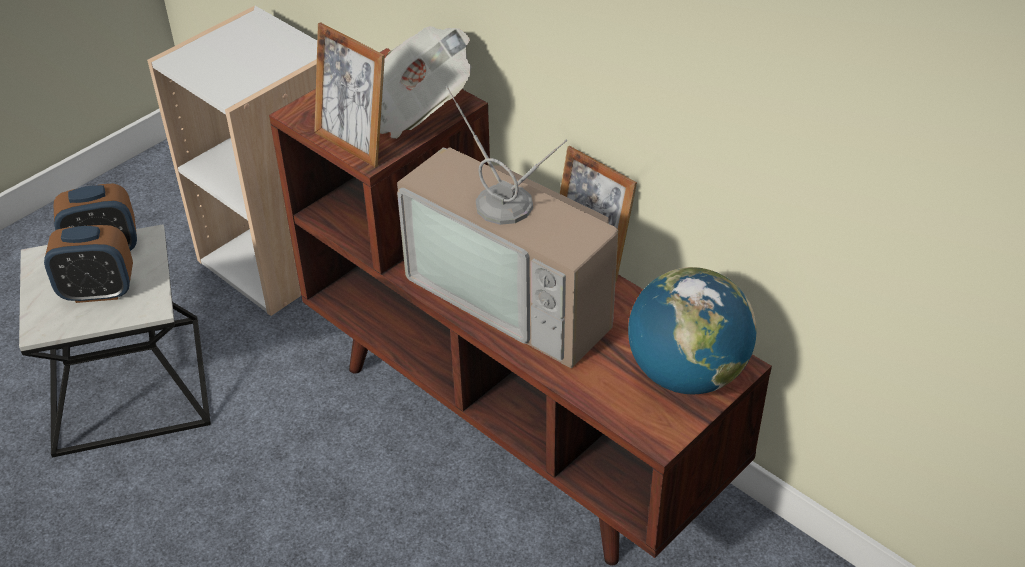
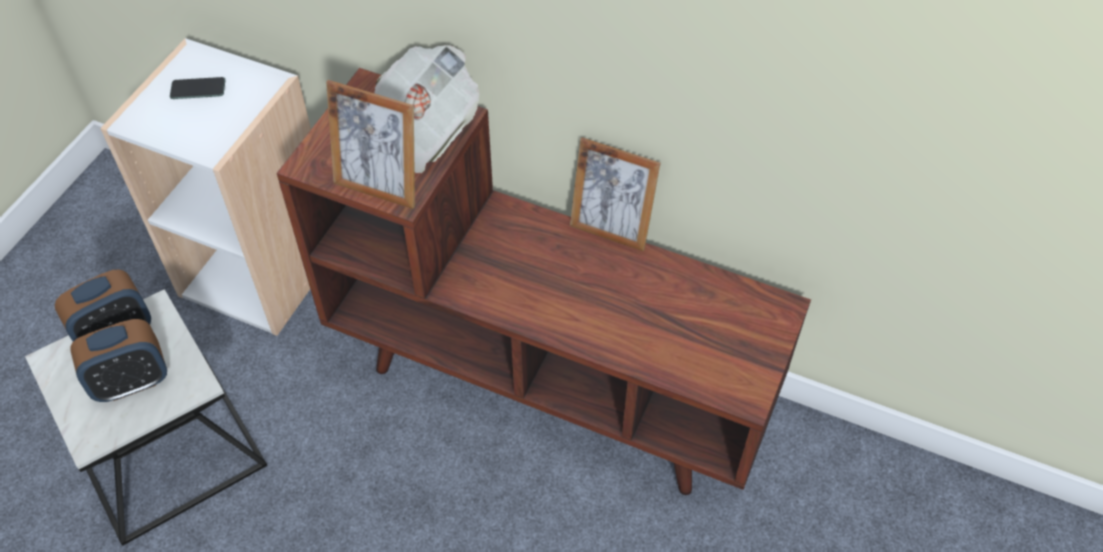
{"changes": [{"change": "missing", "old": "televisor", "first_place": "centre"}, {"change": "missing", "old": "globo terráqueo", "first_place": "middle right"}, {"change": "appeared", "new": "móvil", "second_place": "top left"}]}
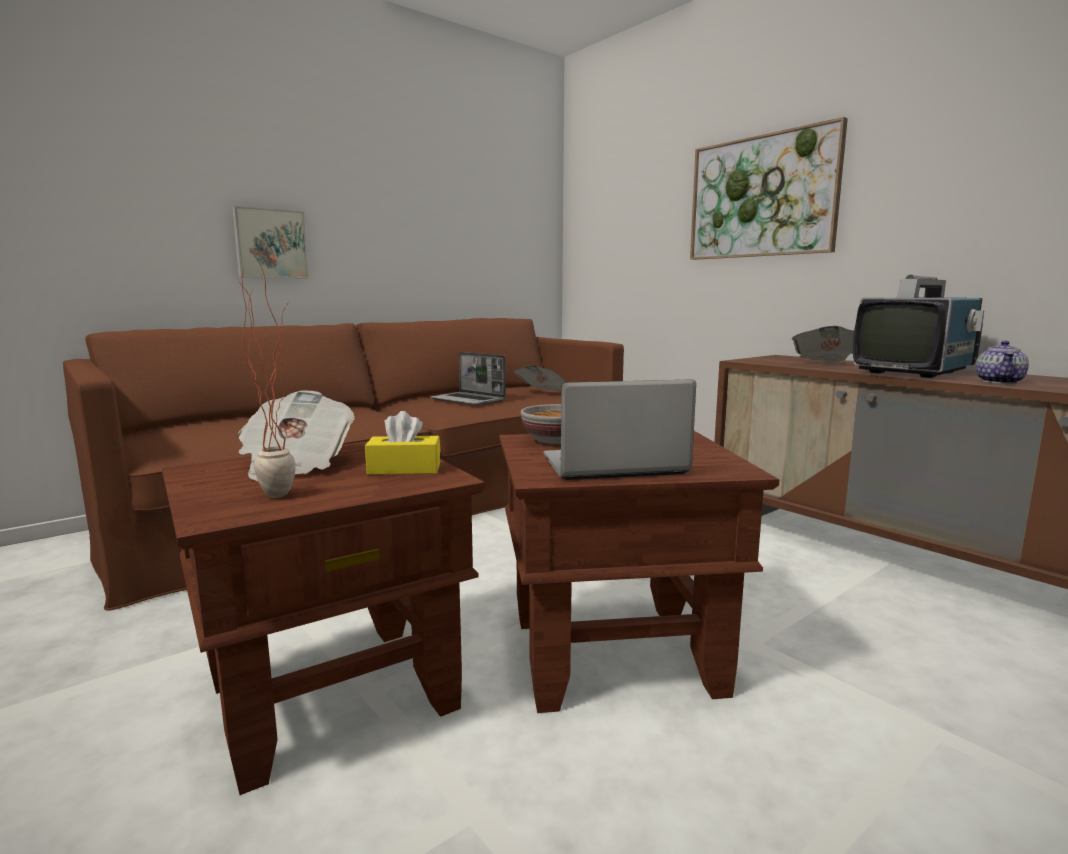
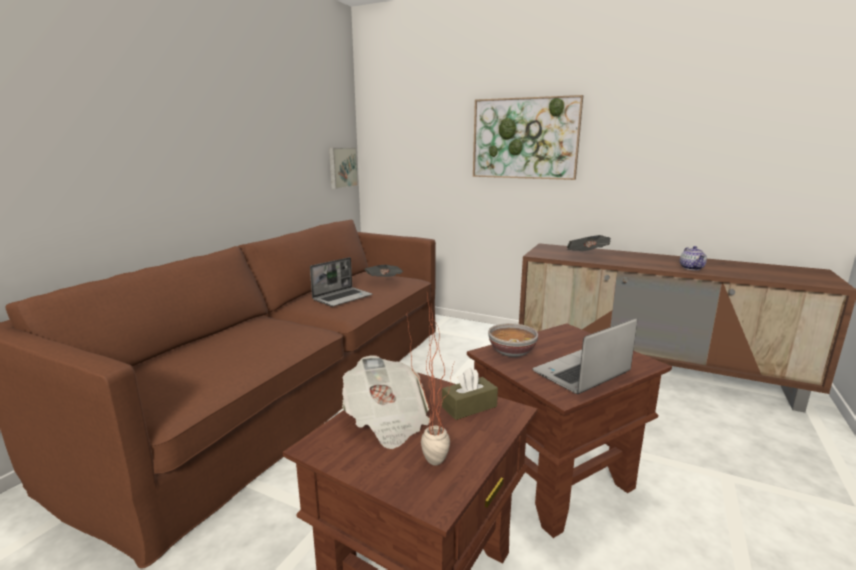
{"changes": [{"change": "relocated", "old": "cuadro (no. 1 from left)", "first_place": "top left", "second_place": "top centre"}, {"change": "missing", "old": "televisor", "first_place": "middle right"}, {"change": "spun", "old": "portátil (no. 1 from left)", "first_place": "centre", "second_place": "centre", "degrees": -60}, {"change": "colour", "old": "caja de pañuelos (amarillo)", "new": "caja de pañuelos (marrón)", "first_place": "centre", "second_place": "bottom centre"}]}
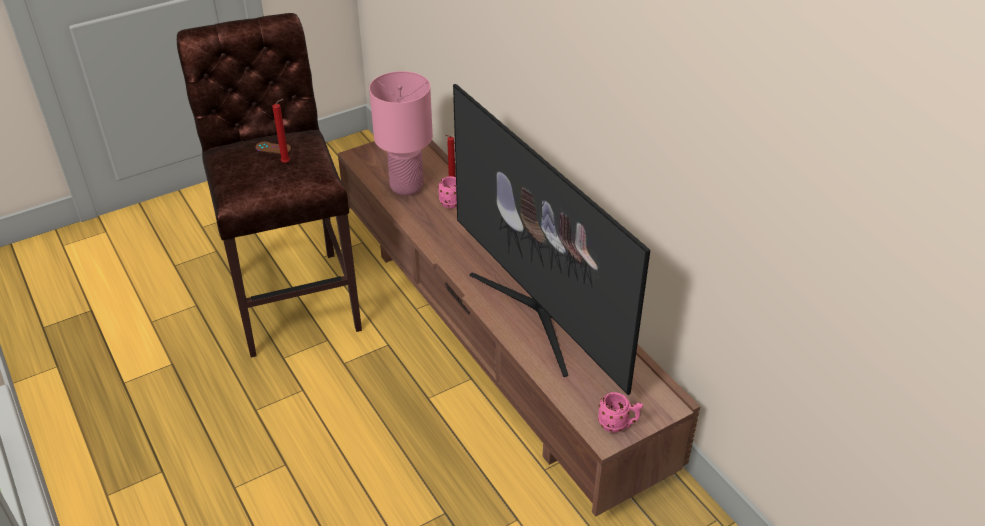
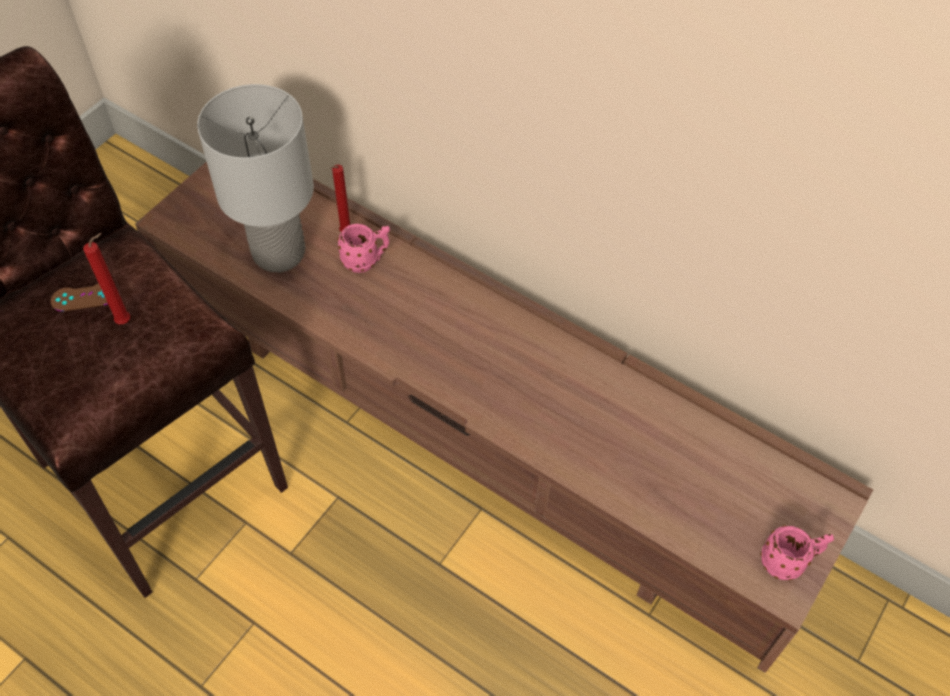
{"changes": [{"change": "colour", "old": "lámpara de mesa (rosa)", "new": "lámpara de mesa (gris)", "first_place": "top centre", "second_place": "top left"}, {"change": "missing", "old": "televisor", "first_place": "centre"}]}
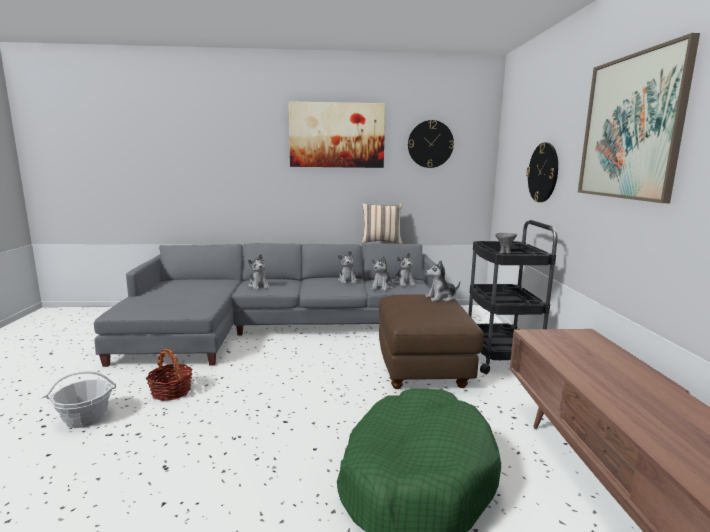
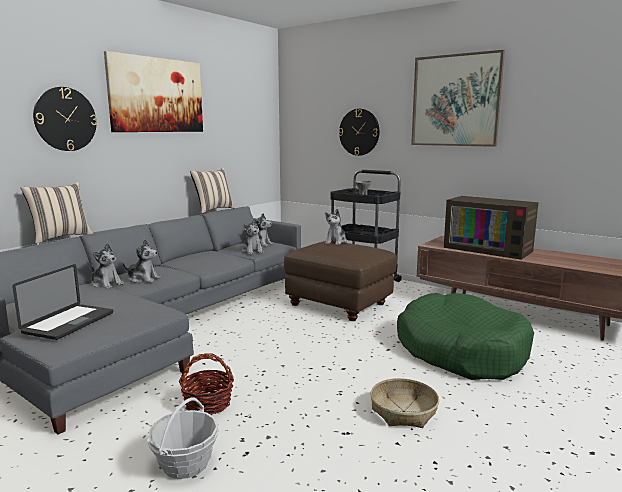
{"changes": [{"change": "relocated", "old": "reloj de pared (no. 1 from left)", "first_place": "top centre", "second_place": "top left"}, {"change": "relocated", "old": "peluche (no. 2 from left in the first image)", "new": "peluche (no. 1 from left)", "first_place": "centre", "second_place": "middle left"}, {"change": "appeared", "new": "cojín (beis) (no. 1 from left)", "second_place": "middle left"}, {"change": "appeared", "new": "televisor", "second_place": "middle right"}, {"change": "appeared", "new": "portátil", "second_place": "middle left"}, {"change": "appeared", "new": "cesta (no. 3 from left)", "second_place": "bottom centre"}]}
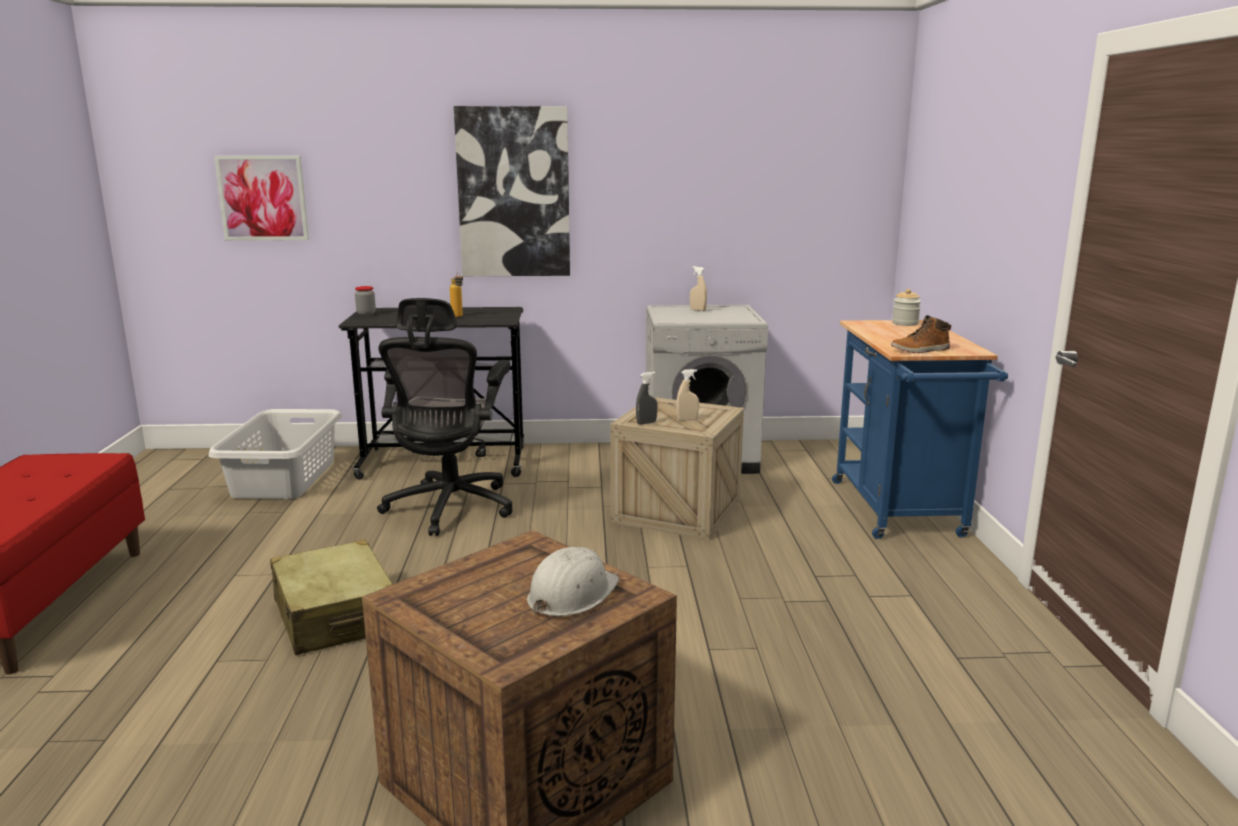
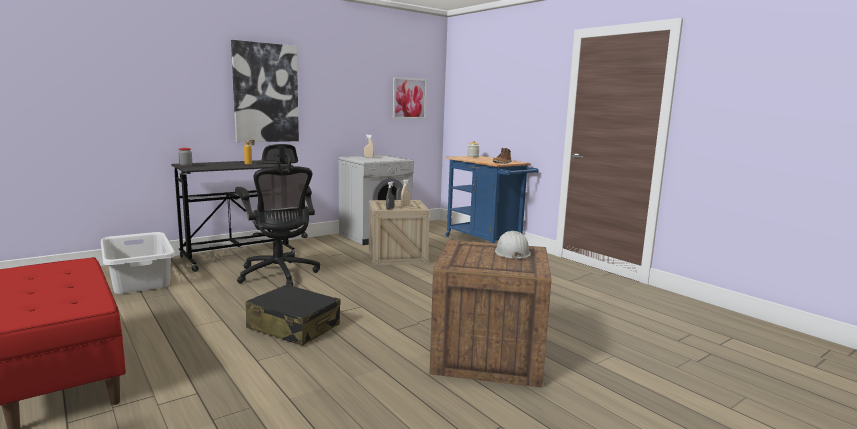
{"changes": [{"change": "relocated", "old": "cuadro (no. 1 from left in the first image)", "new": "cuadro (no. 2 from left)", "first_place": "top left", "second_place": "top centre"}, {"change": "colour", "old": "maleta (beis)", "new": "maleta (negro)", "first_place": "bottom left", "second_place": "bottom centre"}]}
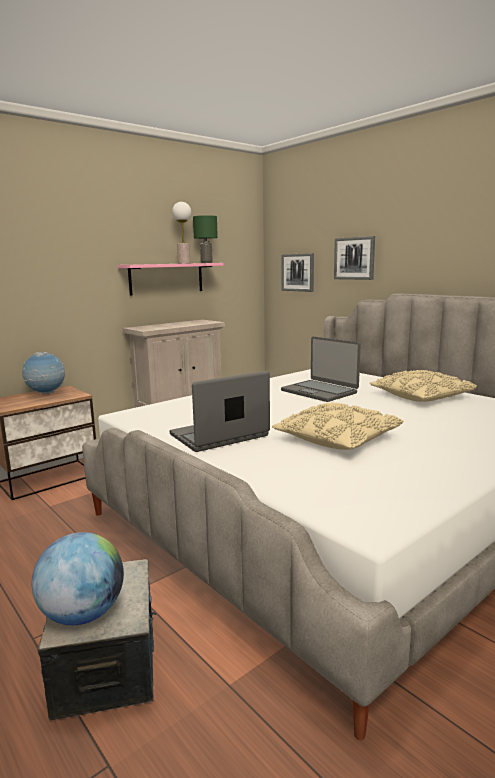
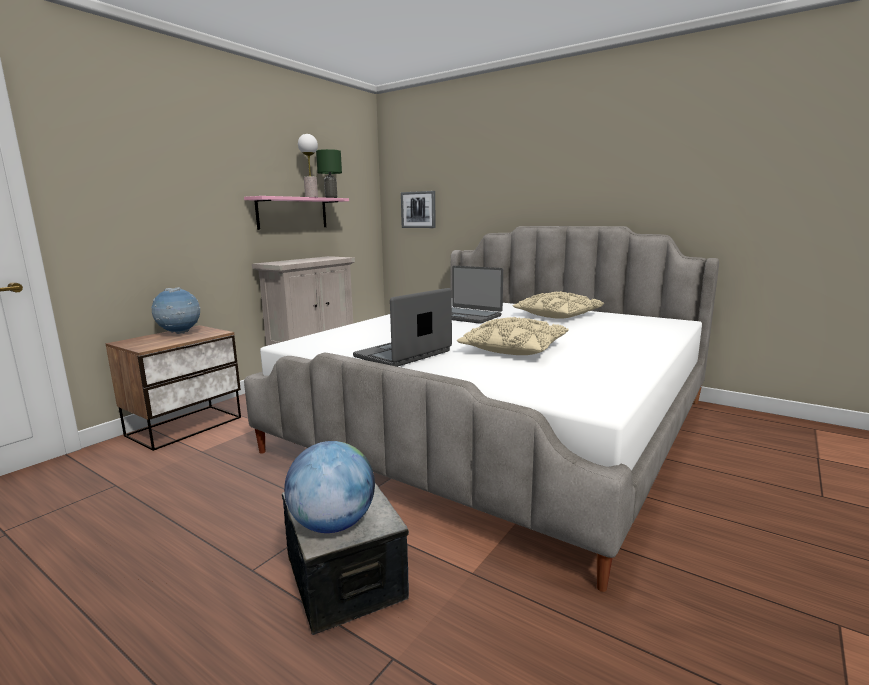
{"changes": [{"change": "missing", "old": "cuadro (no. 2 from left)", "first_place": "top right"}]}
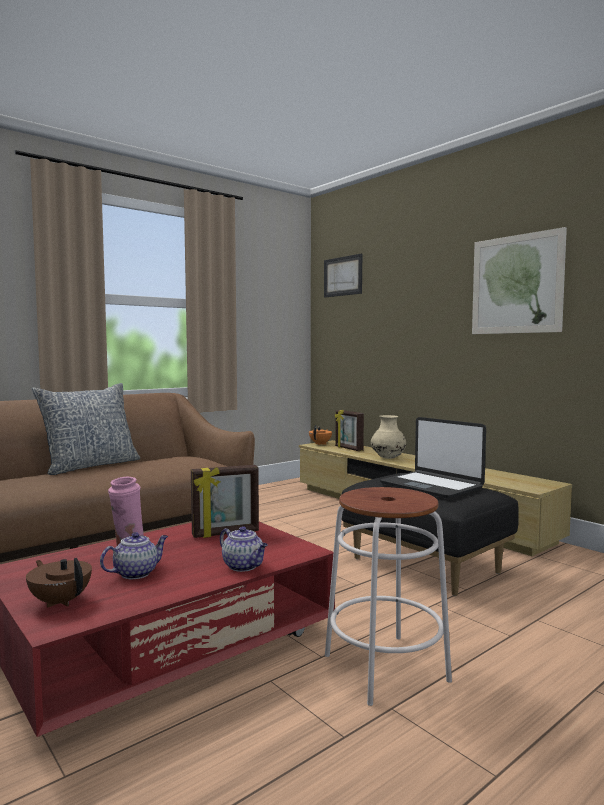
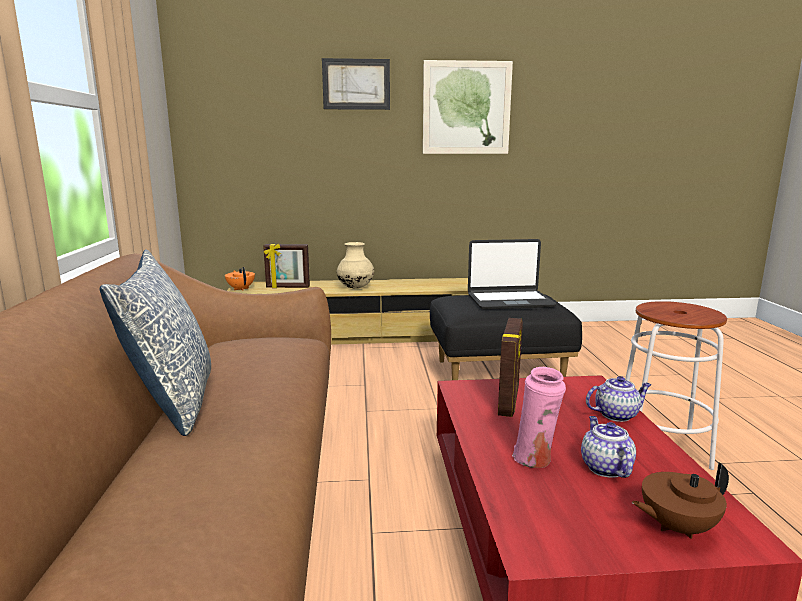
{"changes": [{"change": "relocated", "old": "cuadro (no. 1 from left)", "first_place": "centre", "second_place": "top centre"}]}
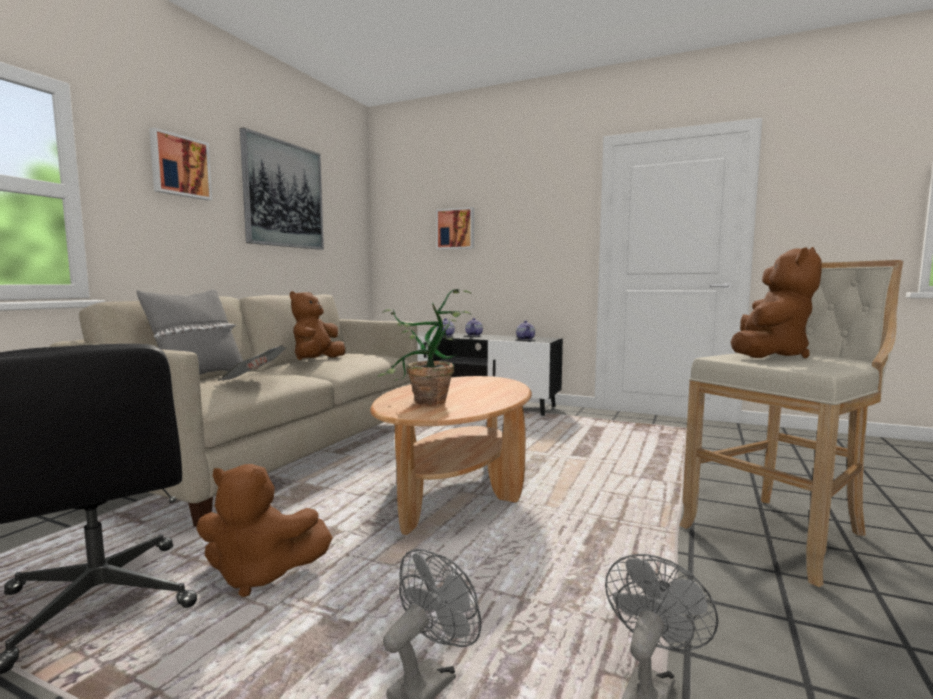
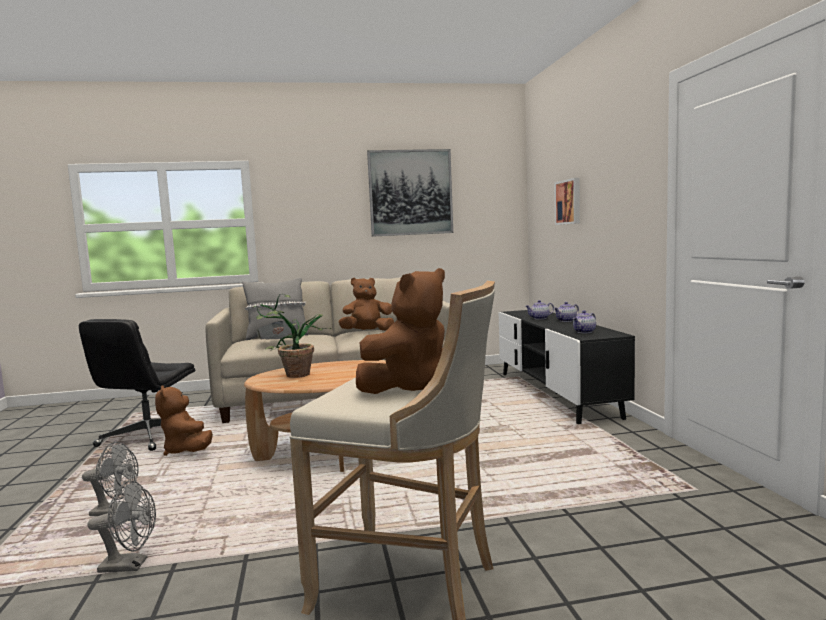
{"changes": [{"change": "missing", "old": "cuadro (no. 1 from left)", "first_place": "top left"}, {"change": "spun", "old": "peluche (marrón) (no. 3 from left)", "first_place": "middle right", "second_place": "centre", "degrees": -45}]}
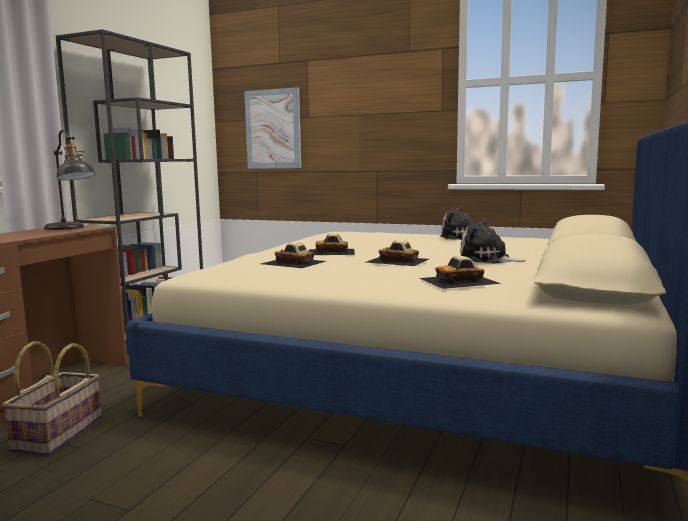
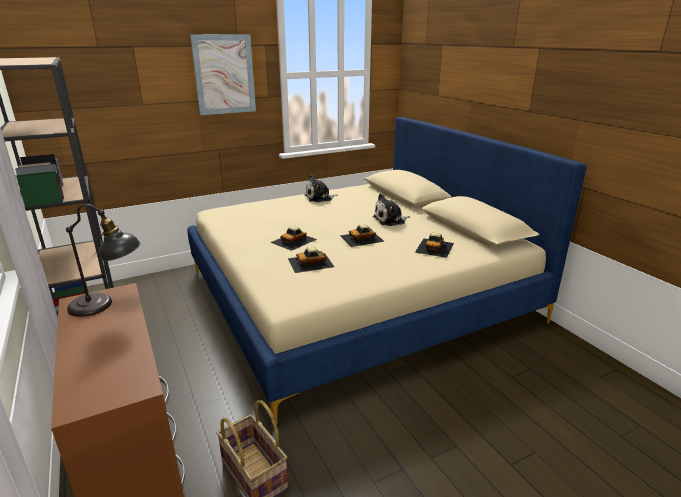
{"changes": [{"change": "relocated", "old": "cuadro", "first_place": "top centre", "second_place": "top left"}]}
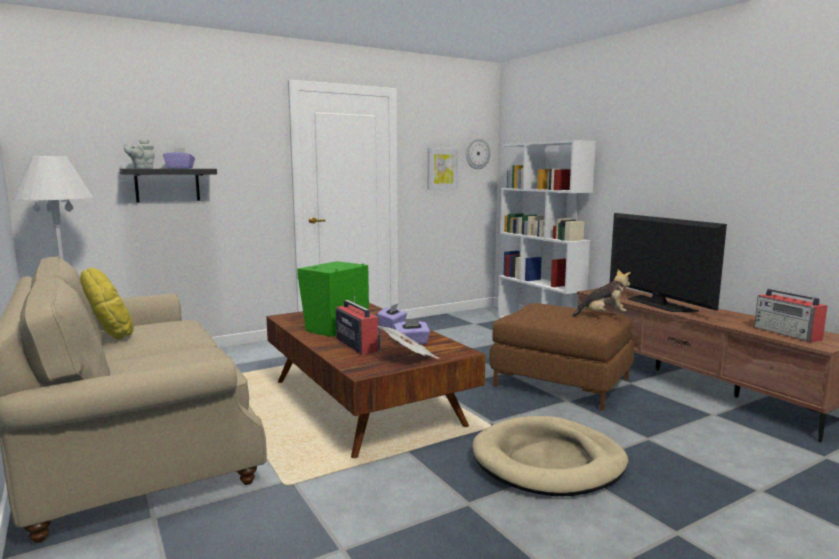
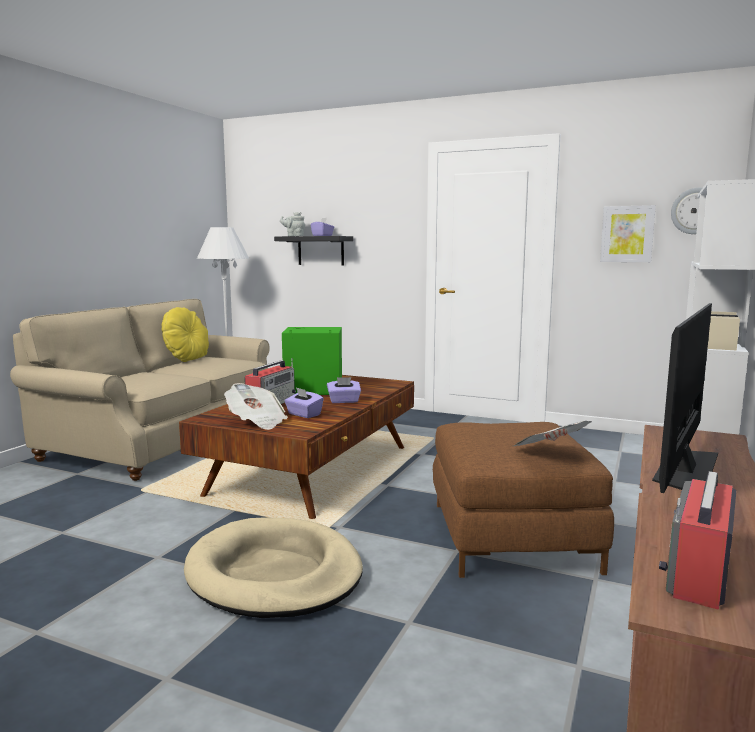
{"changes": [{"change": "exchanged", "old": "peluche", "new": "periódico (no. 2 from left)", "first_place": "middle right", "second_place": "middle right"}]}
